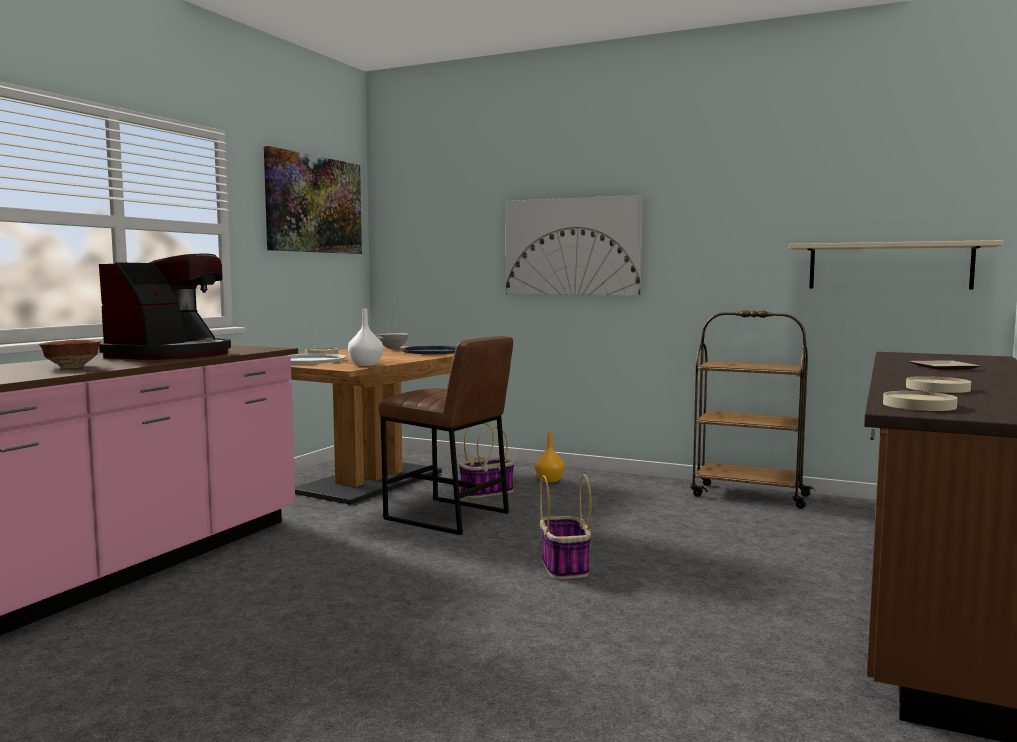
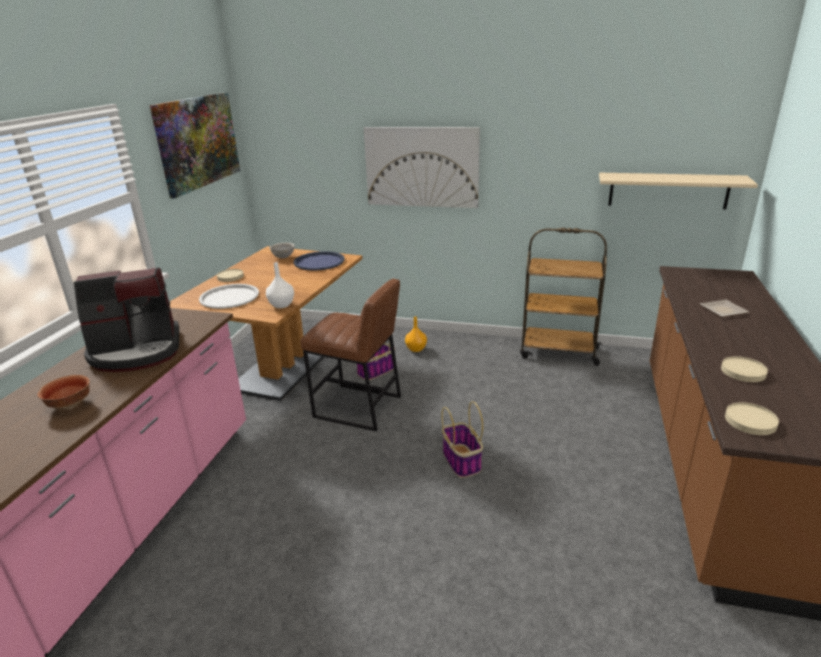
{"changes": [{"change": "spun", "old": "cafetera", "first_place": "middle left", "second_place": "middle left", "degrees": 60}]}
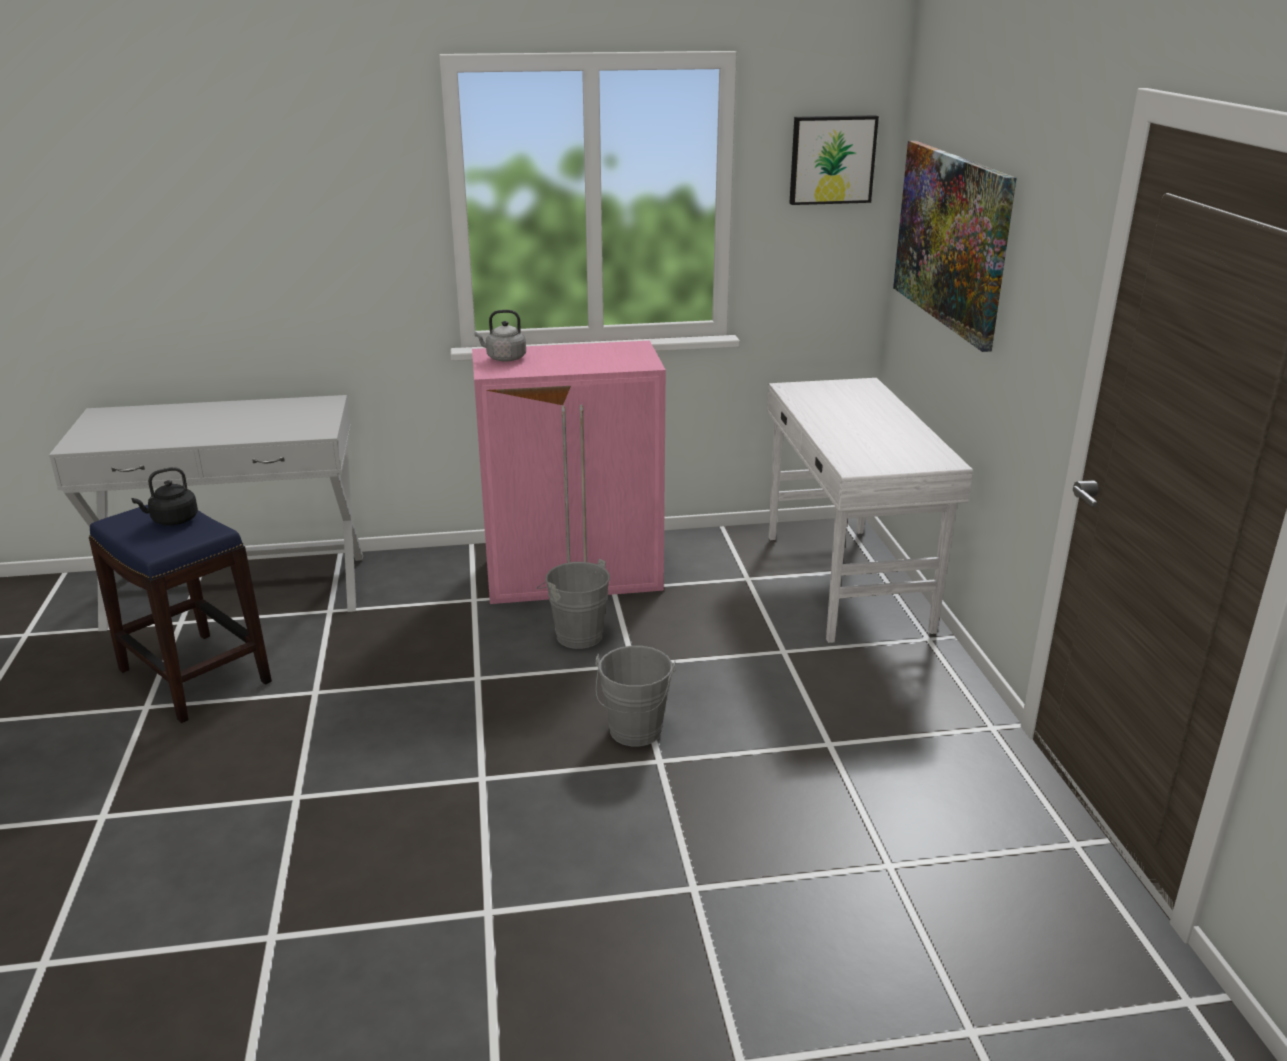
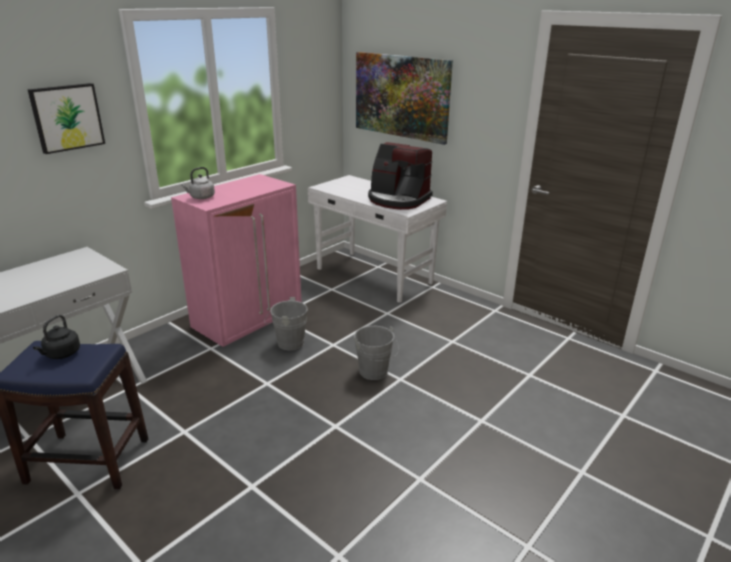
{"changes": [{"change": "relocated", "old": "cuadro (no. 1 from left)", "first_place": "top centre", "second_place": "top left"}, {"change": "appeared", "new": "cafetera", "second_place": "top centre"}]}
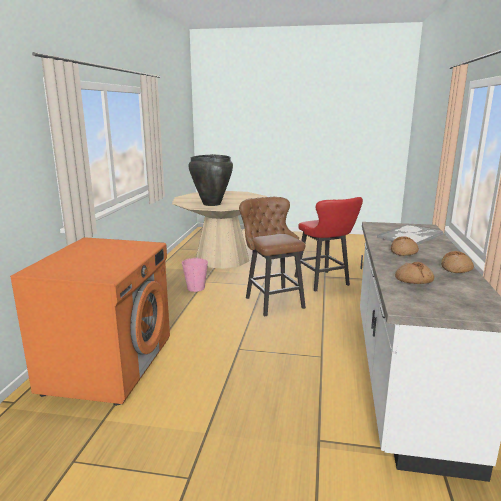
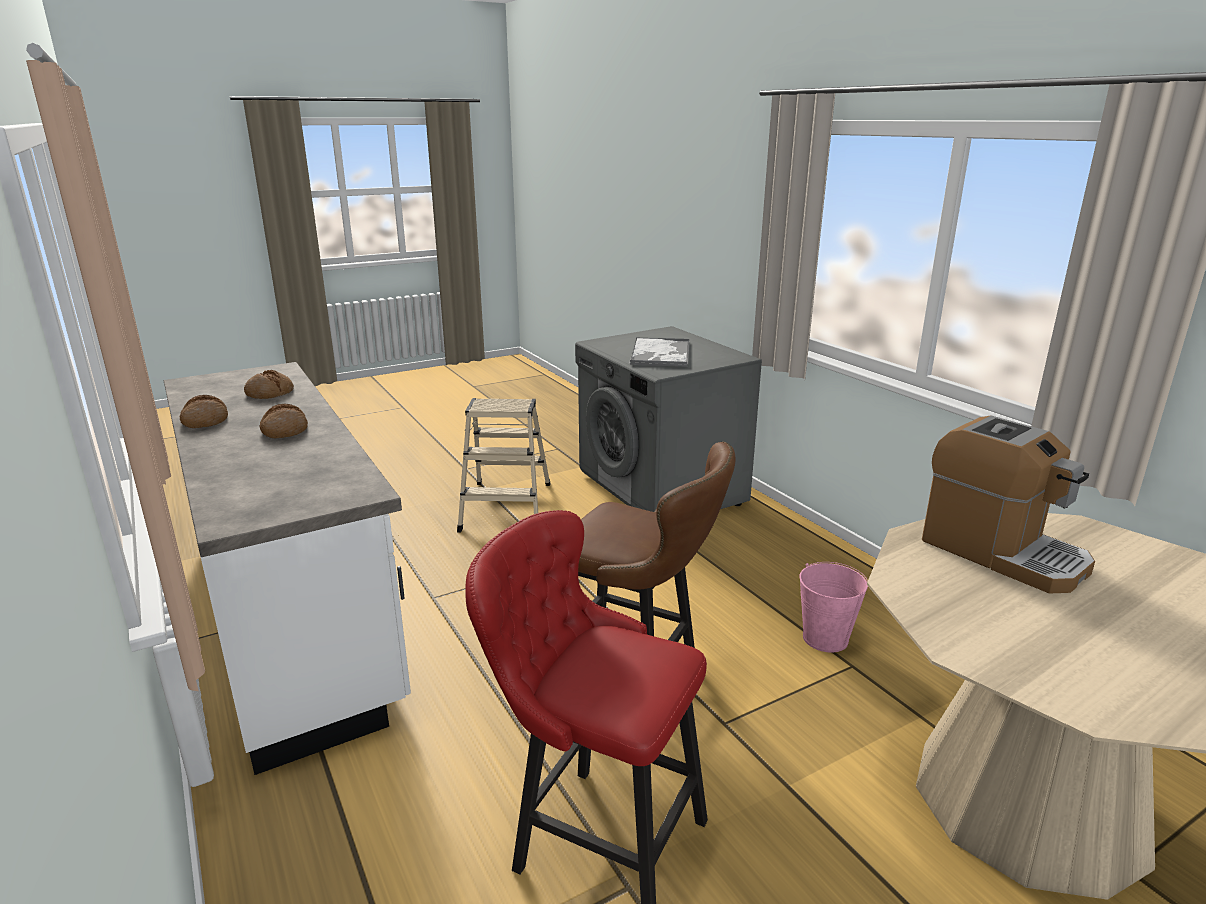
{"changes": [{"change": "exchanged", "old": "florero (negro)", "new": "cafetera", "first_place": "centre", "second_place": "middle right"}, {"change": "relocated", "old": "bandeja", "first_place": "middle right", "second_place": "centre"}, {"change": "colour", "old": "lavadora (naranja)", "new": "lavadora (gris)", "first_place": "middle left", "second_place": "centre"}, {"change": "appeared", "new": "escalera de tijera (beis)", "second_place": "centre"}]}
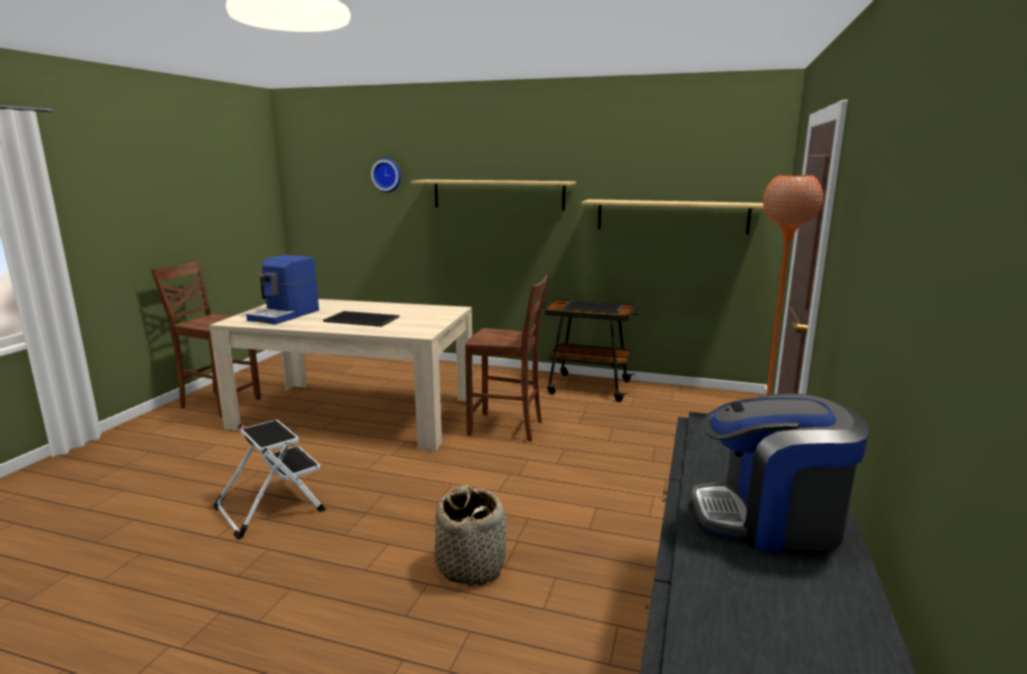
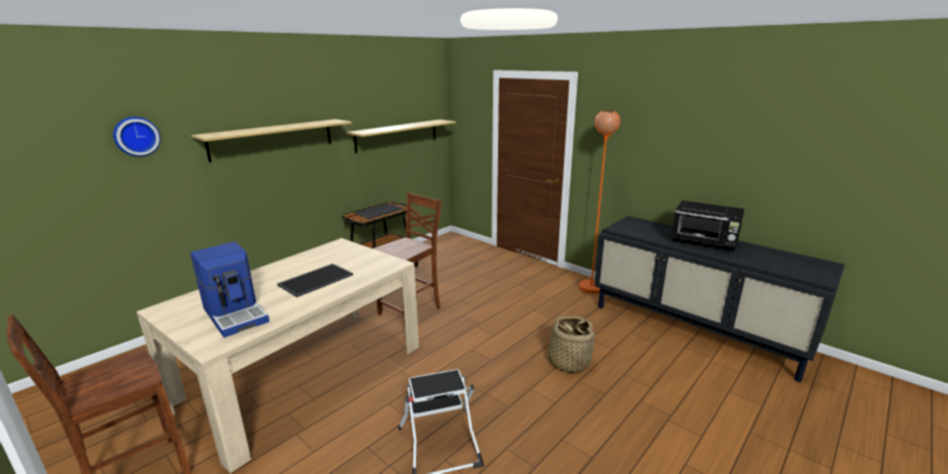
{"changes": [{"change": "exchanged", "old": "cafetera (no. 2 from left)", "new": "microondas (negro)", "first_place": "bottom right", "second_place": "middle right"}]}
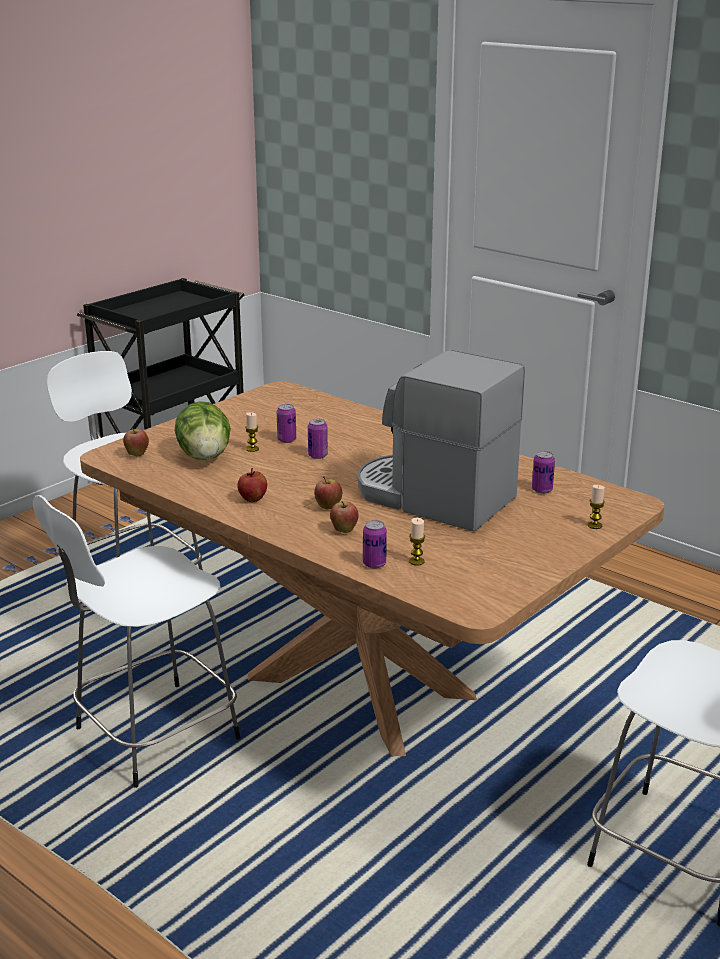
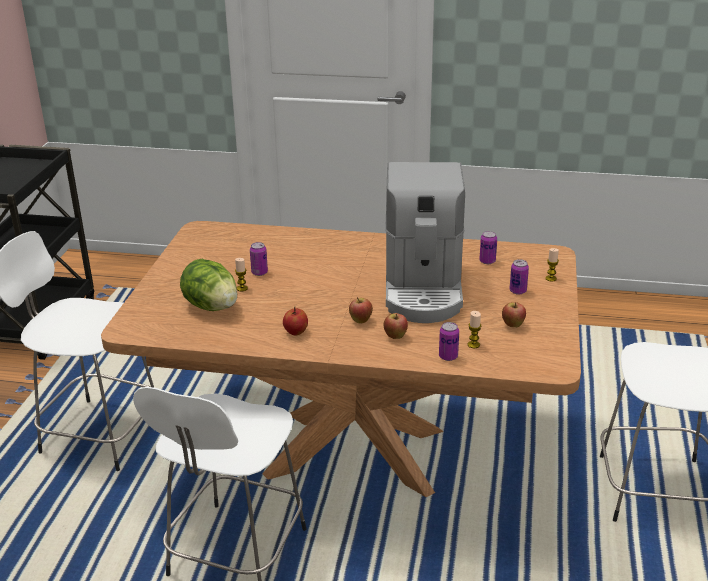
{"changes": [{"change": "spun", "old": "cafetera", "first_place": "centre", "second_place": "centre", "degrees": -90}, {"change": "relocated", "old": "lata (no. 2 from left in the first image)", "new": "lata (no. 4 from left)", "first_place": "centre", "second_place": "middle right"}, {"change": "relocated", "old": "manzana (no. 1 from left in the first image)", "new": "manzana (no. 4 from left)", "first_place": "middle left", "second_place": "middle right"}]}
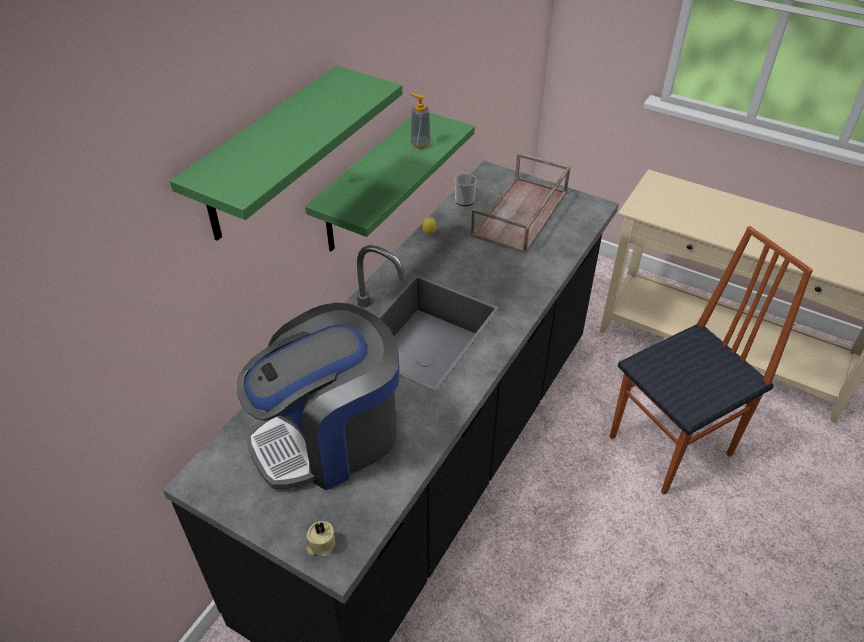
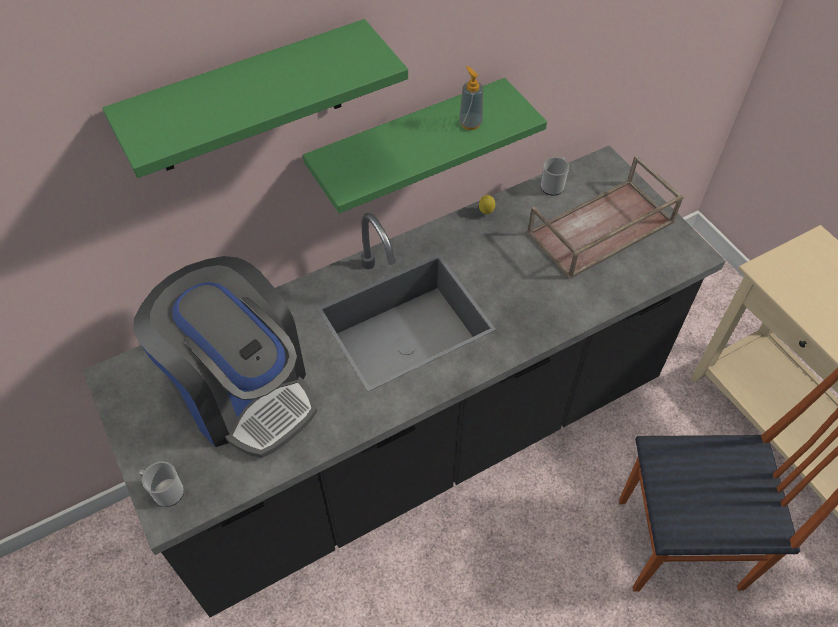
{"changes": [{"change": "spun", "old": "cafetera", "first_place": "centre", "second_place": "middle left", "degrees": -135}, {"change": "exchanged", "old": "vela (beis)", "new": "taza grande (no. 1 from left)", "first_place": "bottom centre", "second_place": "bottom left"}]}
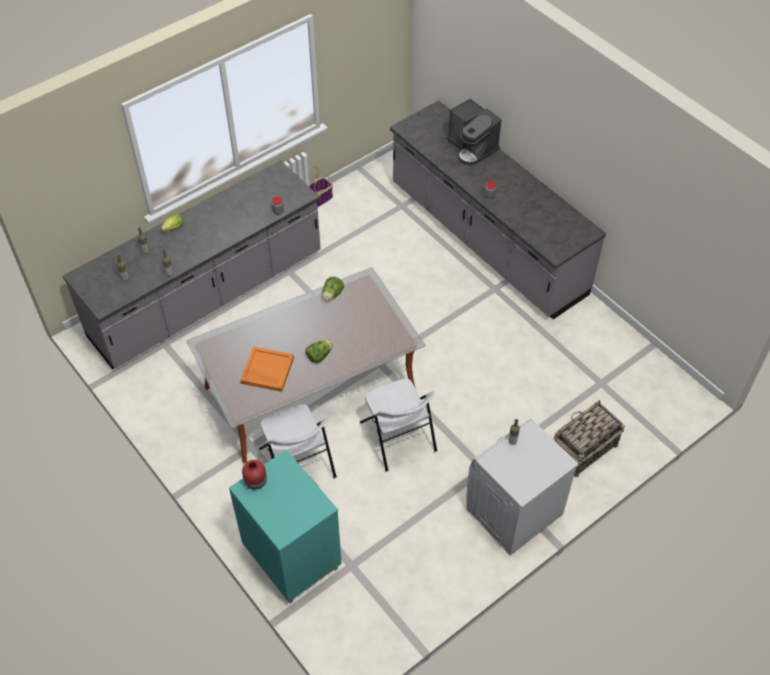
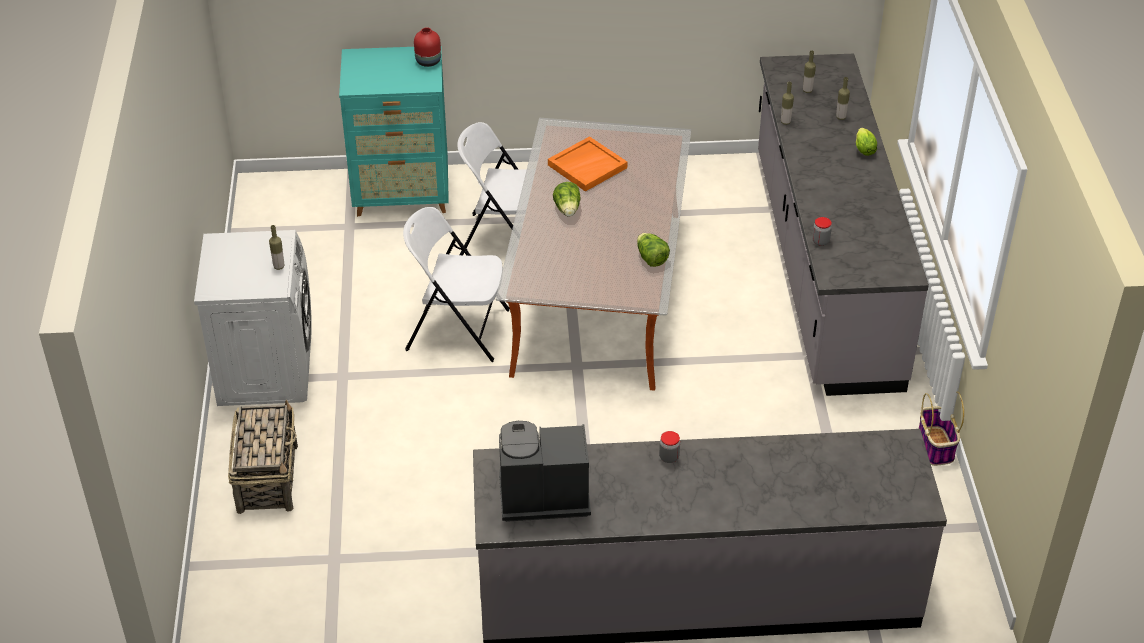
{"changes": [{"change": "relocated", "old": "cafetera", "first_place": "top centre", "second_place": "bottom centre"}]}
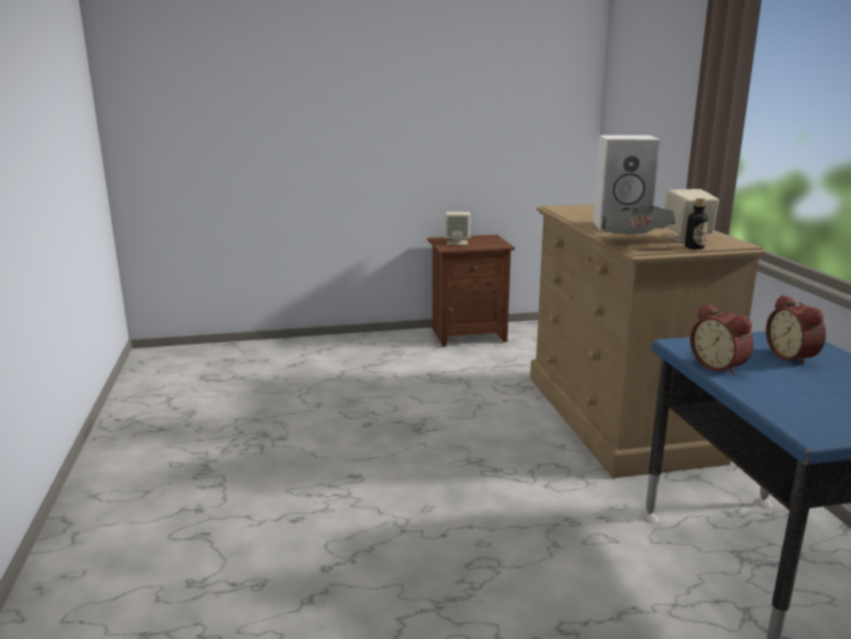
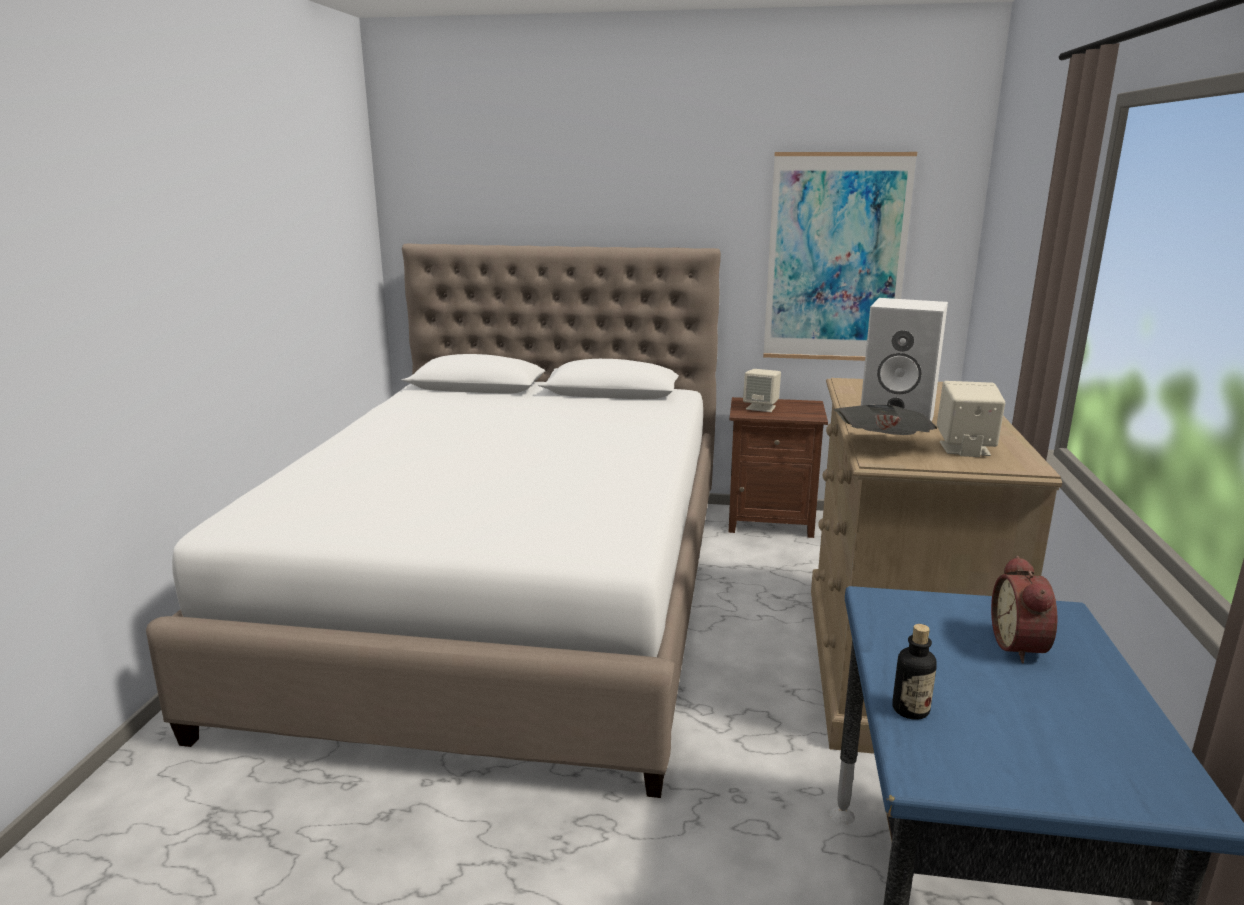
{"changes": [{"change": "relocated", "old": "botella", "first_place": "middle right", "second_place": "bottom right"}, {"change": "missing", "old": "despertador (no. 1 from left)", "first_place": "middle right"}, {"change": "appeared", "new": "cuadro", "second_place": "top right"}, {"change": "appeared", "new": "cama (blanco)", "second_place": "centre"}]}
